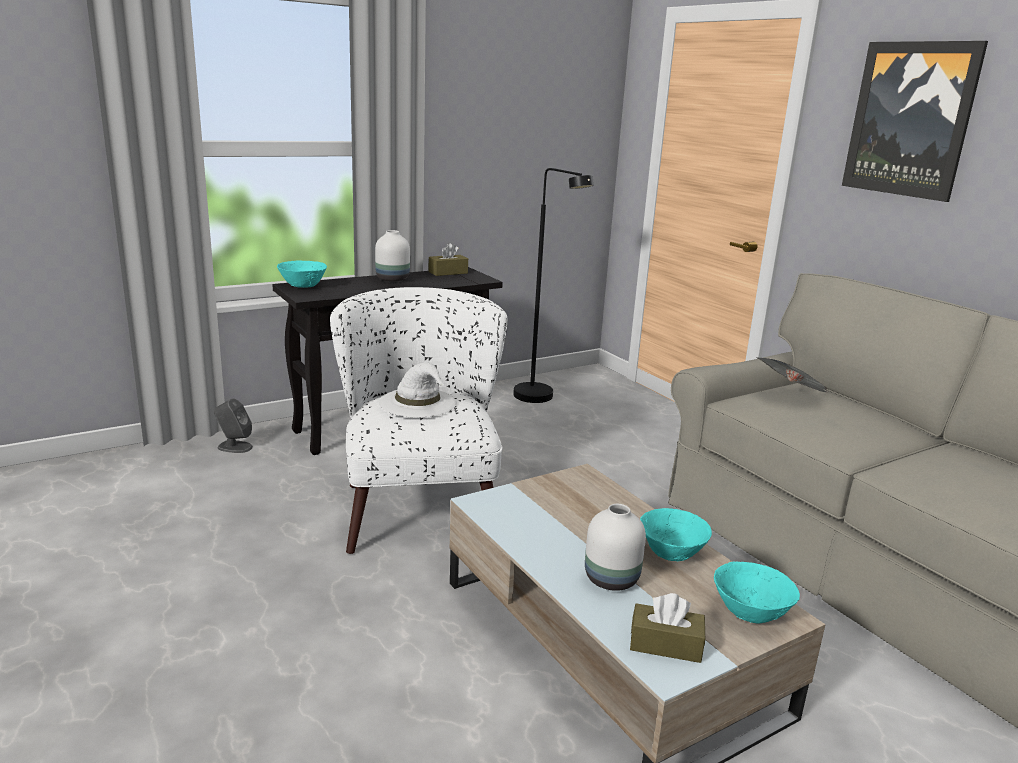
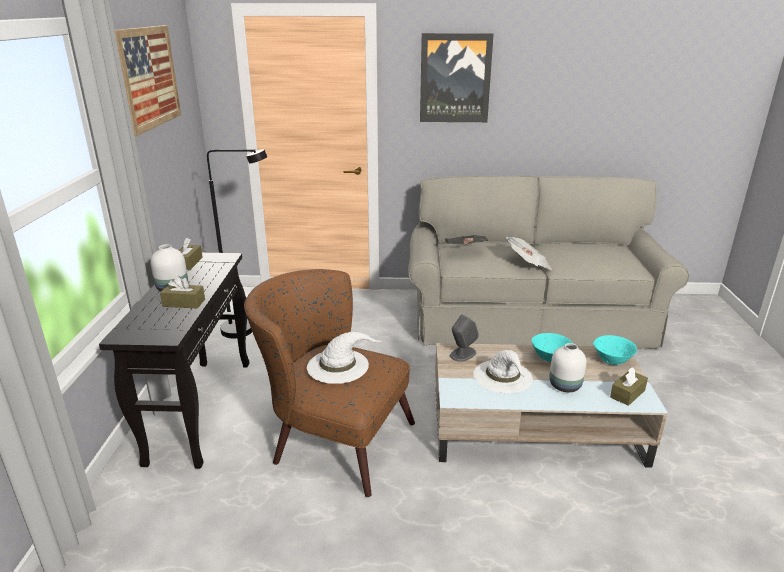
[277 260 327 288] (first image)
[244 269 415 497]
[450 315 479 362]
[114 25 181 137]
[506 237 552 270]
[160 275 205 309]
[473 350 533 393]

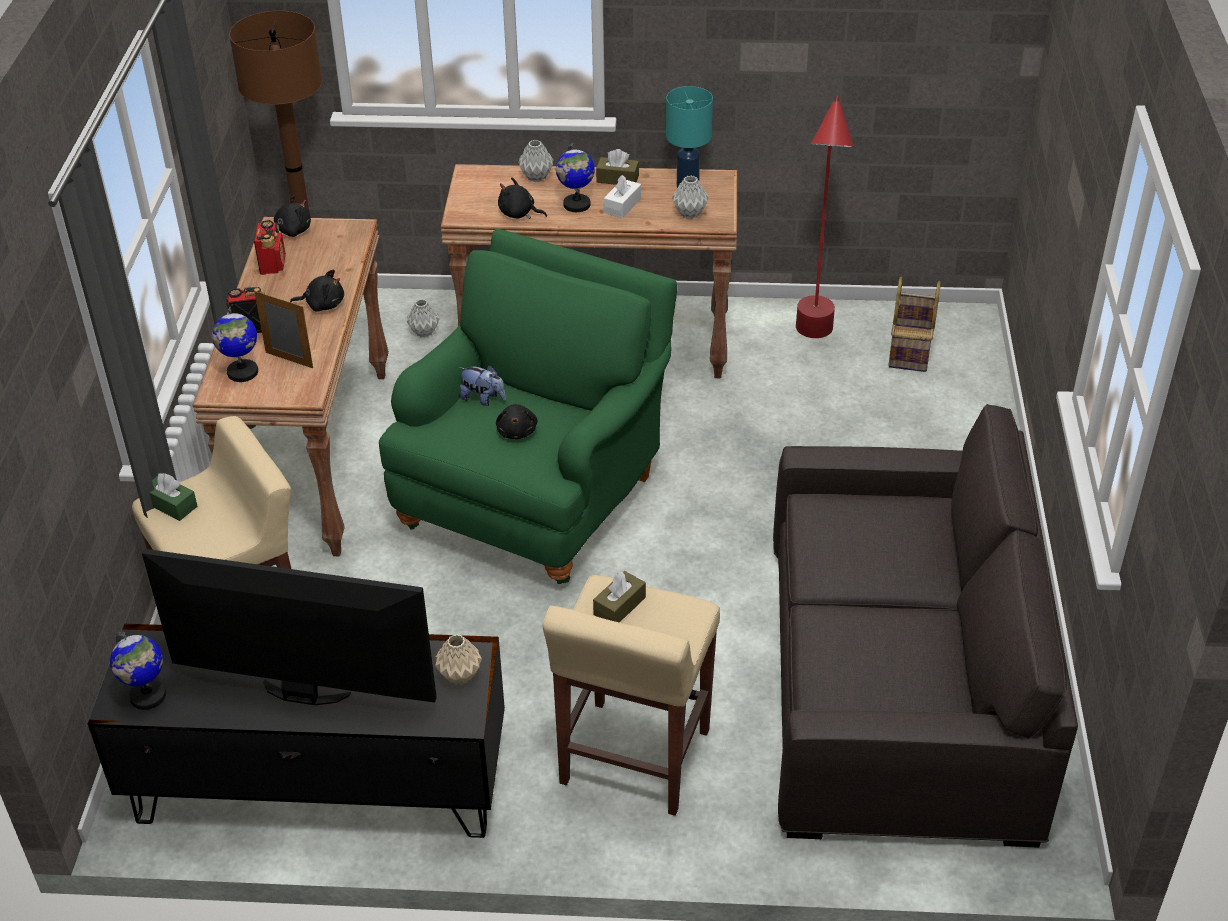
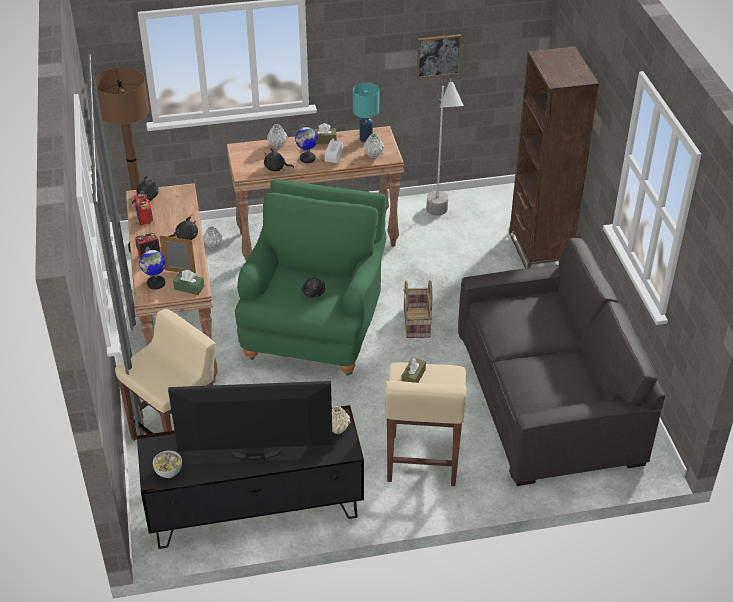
[426 79 464 216]
[404 280 432 338]
[459 366 506 406] (first image)
[173 270 204 295]
[153 450 182 478]
[417 34 462 79]
[509 46 599 269]

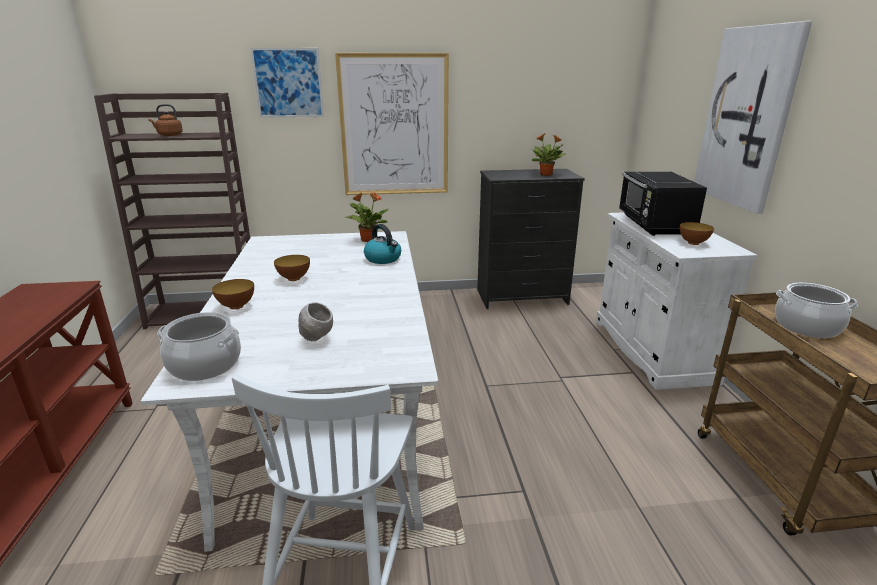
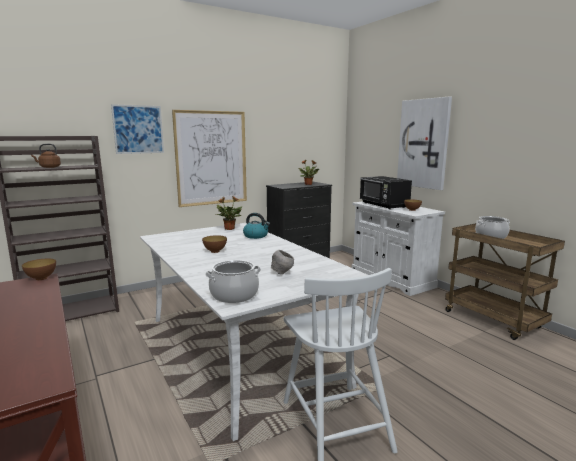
[22 258 56 280]

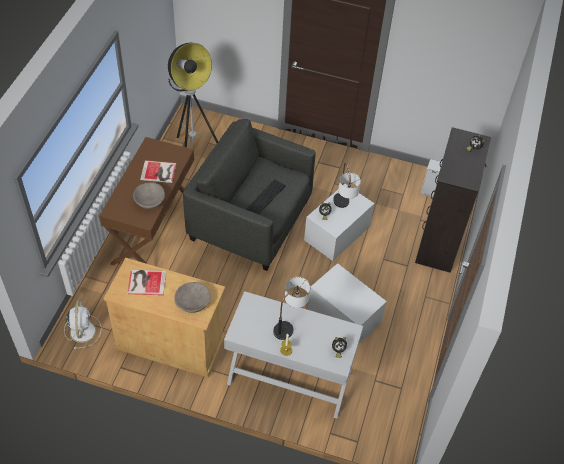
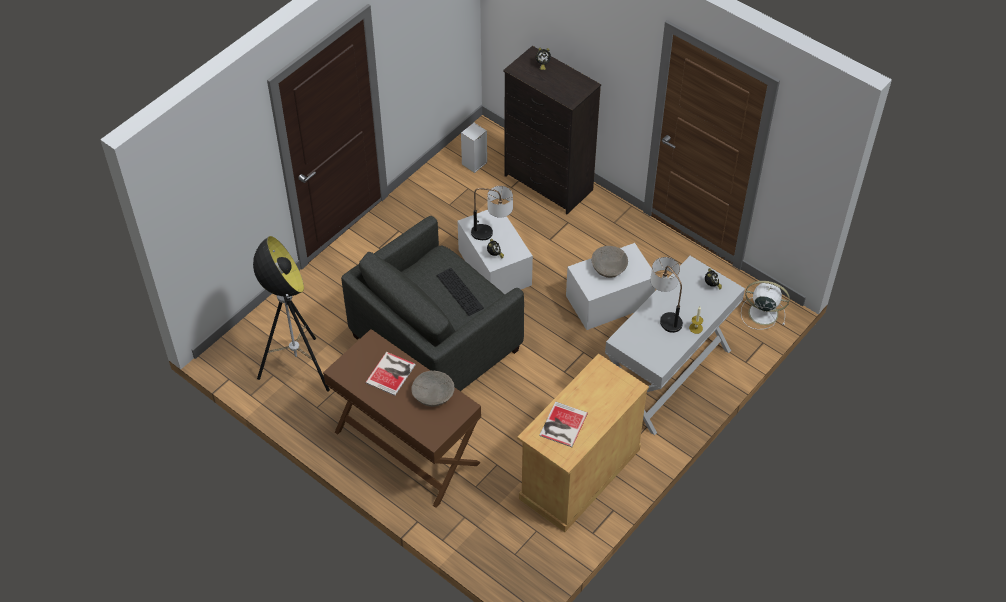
[592 246 628 278]
[741 281 790 330]

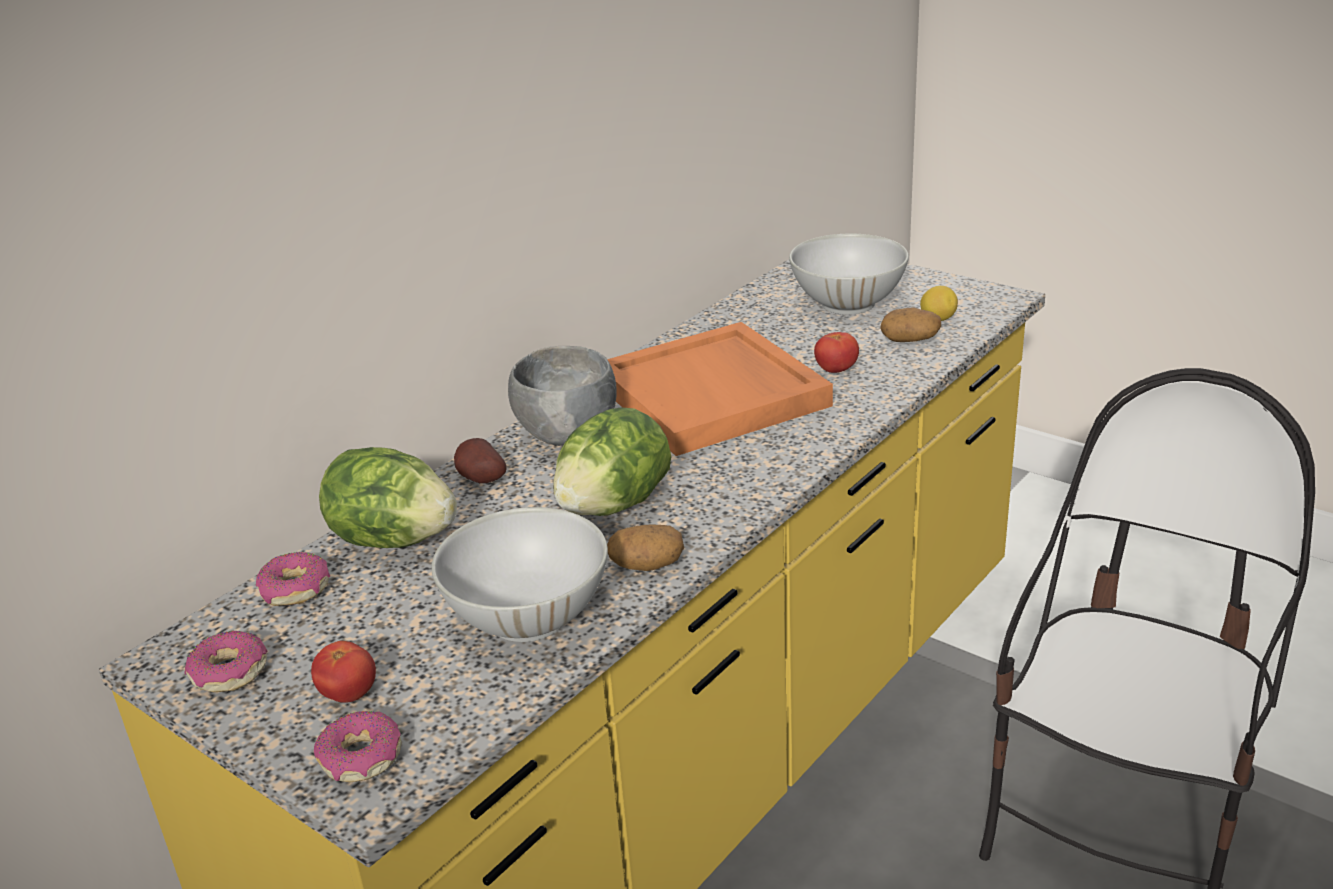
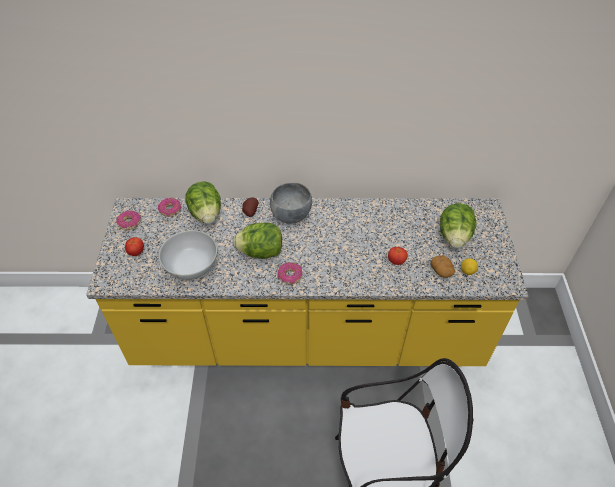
[440 203 476 248]
[607 322 833 456] (first image)
[607 525 684 571] (first image)
[277 262 302 284]

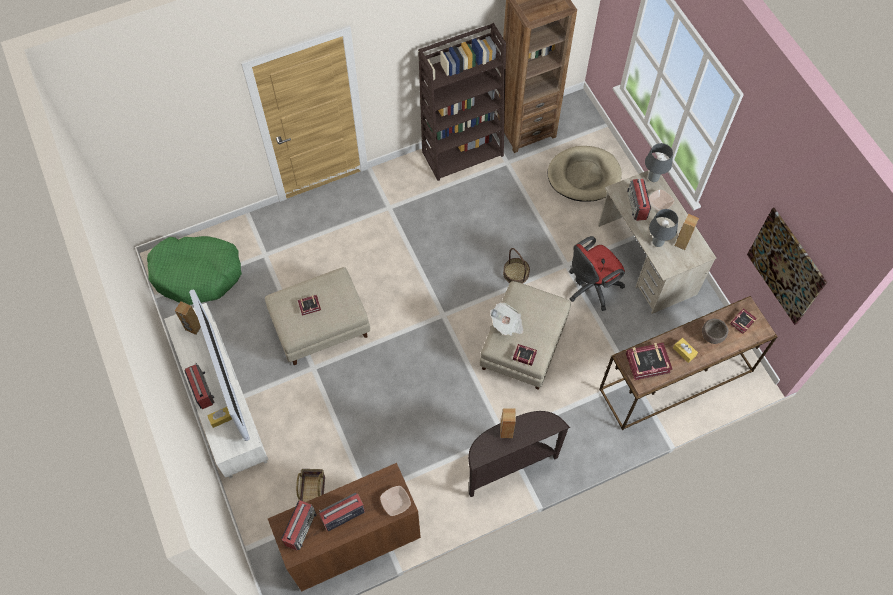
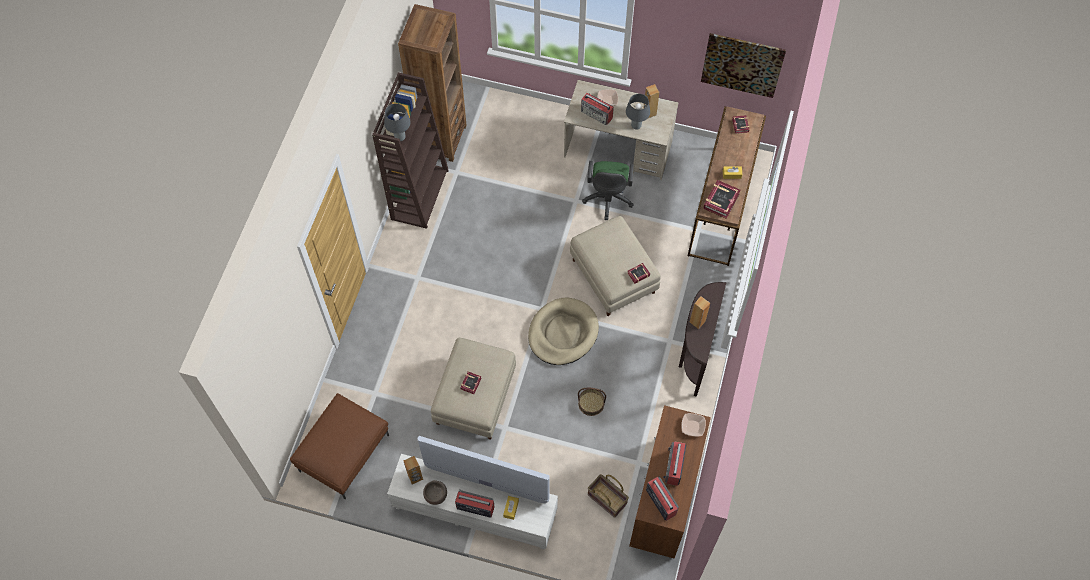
[384 103 411 141]
[528 297 599 365]
[290 393 389 499]
[582 161 634 220]
[578 388 606 416]
[490 303 523 336] (first image)
[423 480 447 505]

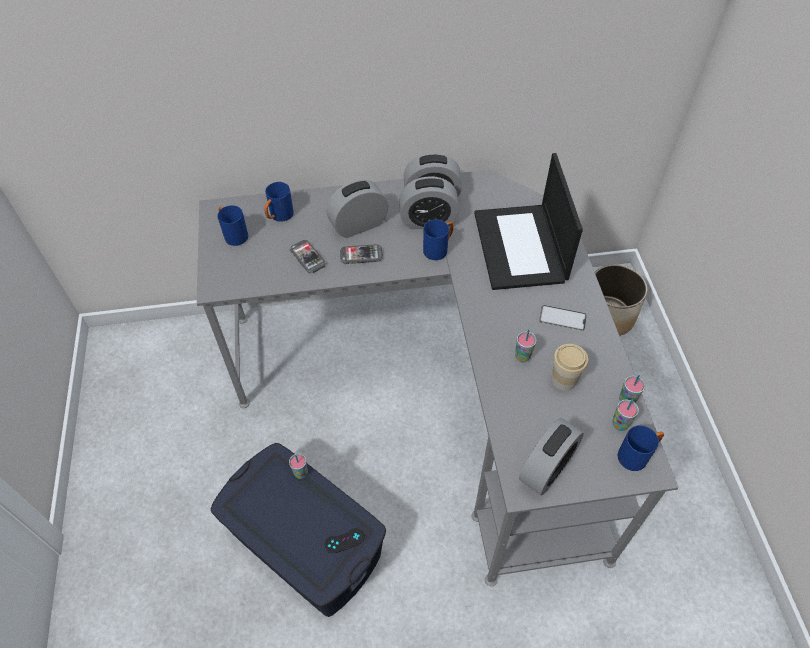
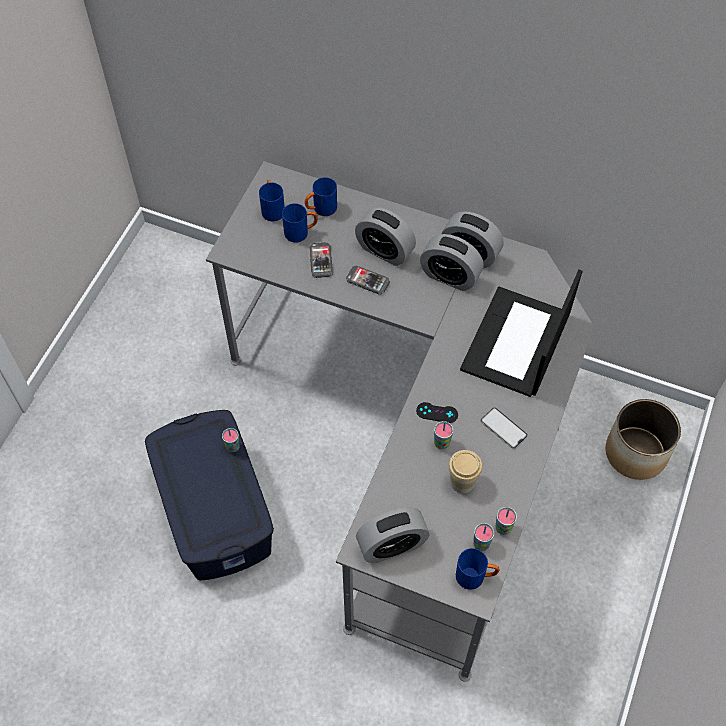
[355 208 416 266]
[282 203 318 243]
[416 402 458 423]

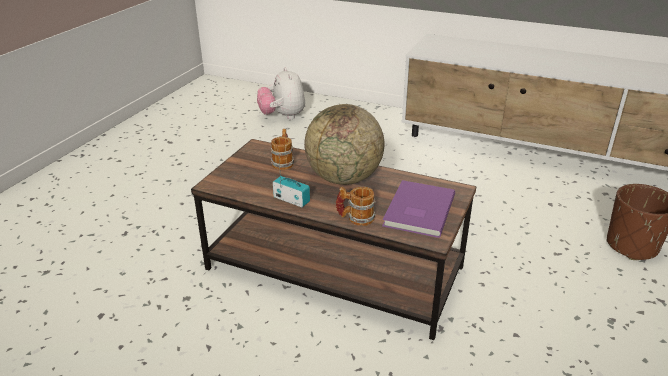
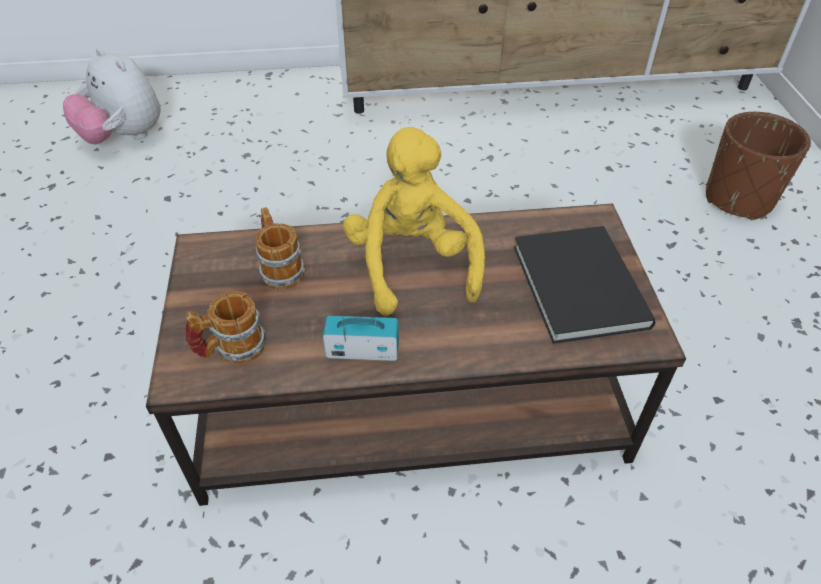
[343 127 485 316]
[514 226 656 344]
[185 291 265 364]

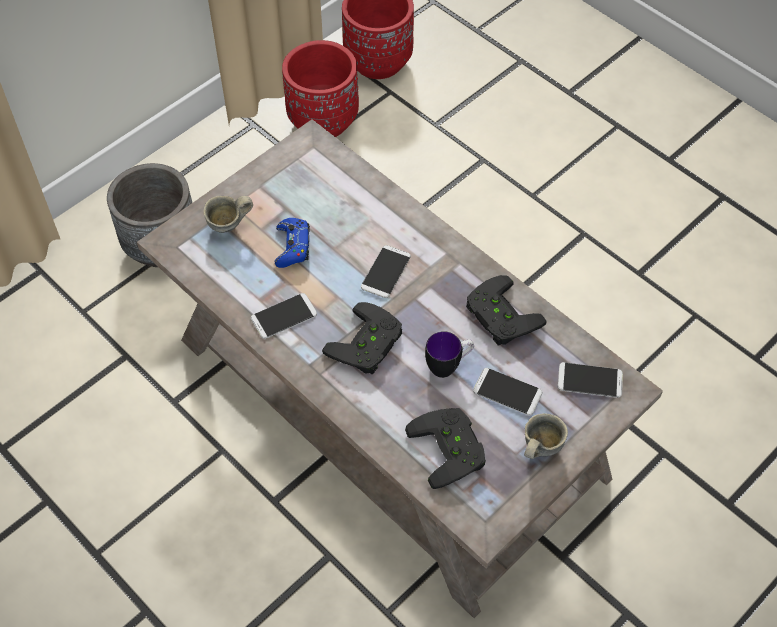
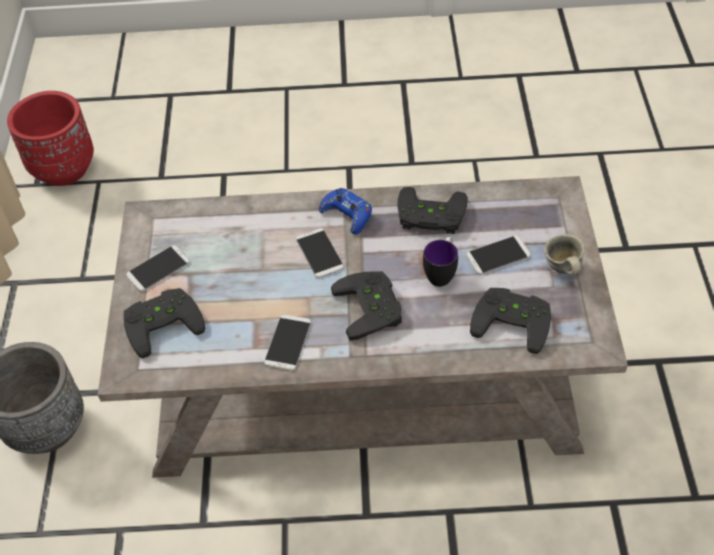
[282 40 359 137] (first image)
[124 288 205 358]
[319 188 372 234]
[126 245 190 291]

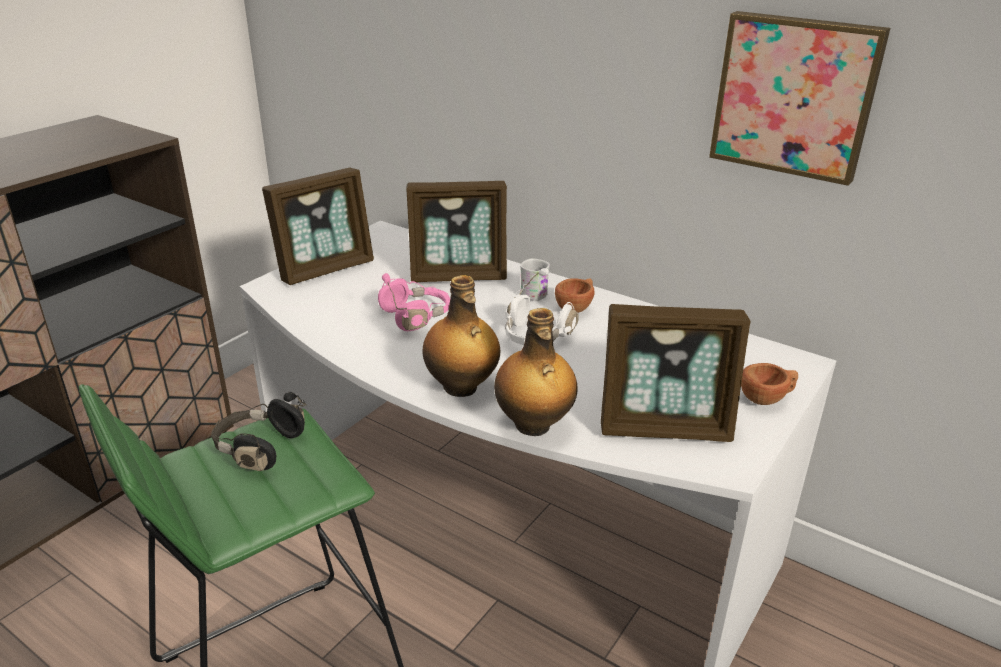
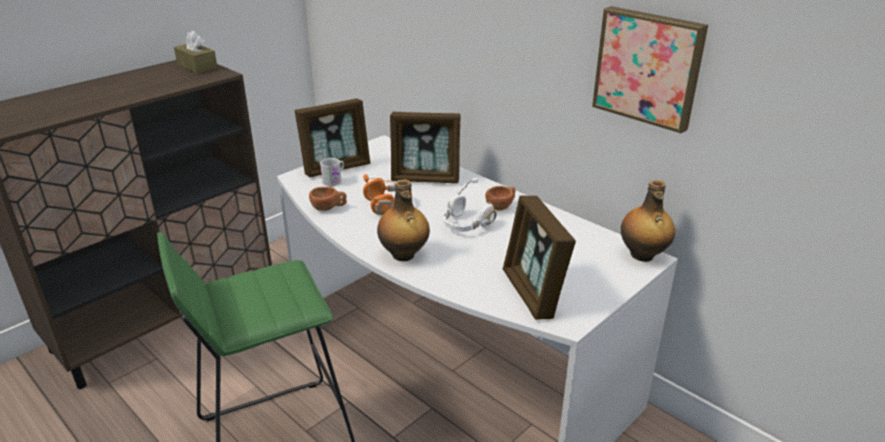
[320 158 344 187]
[363 174 412 215]
[503 196 576 320]
[621 180 675 262]
[309 187 347 211]
[211 392 307 471] (first image)
[174 31 218 74]

